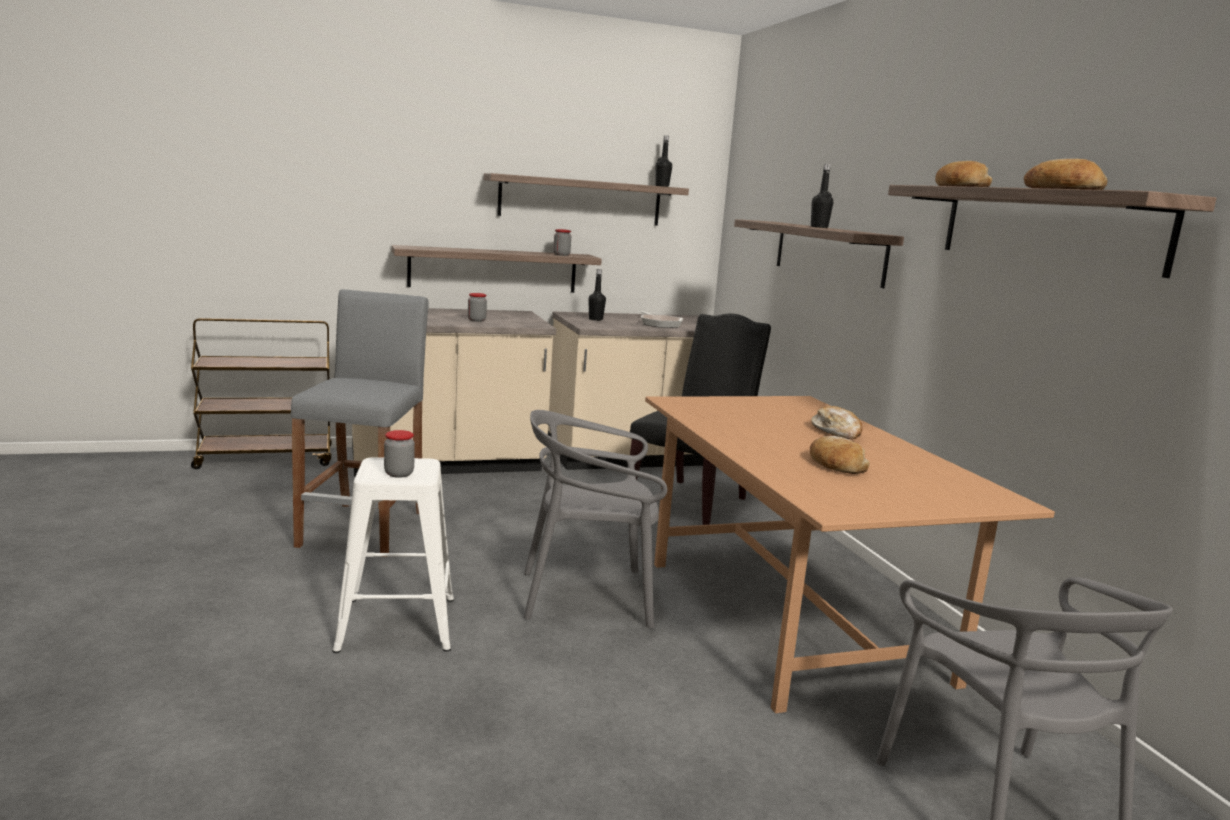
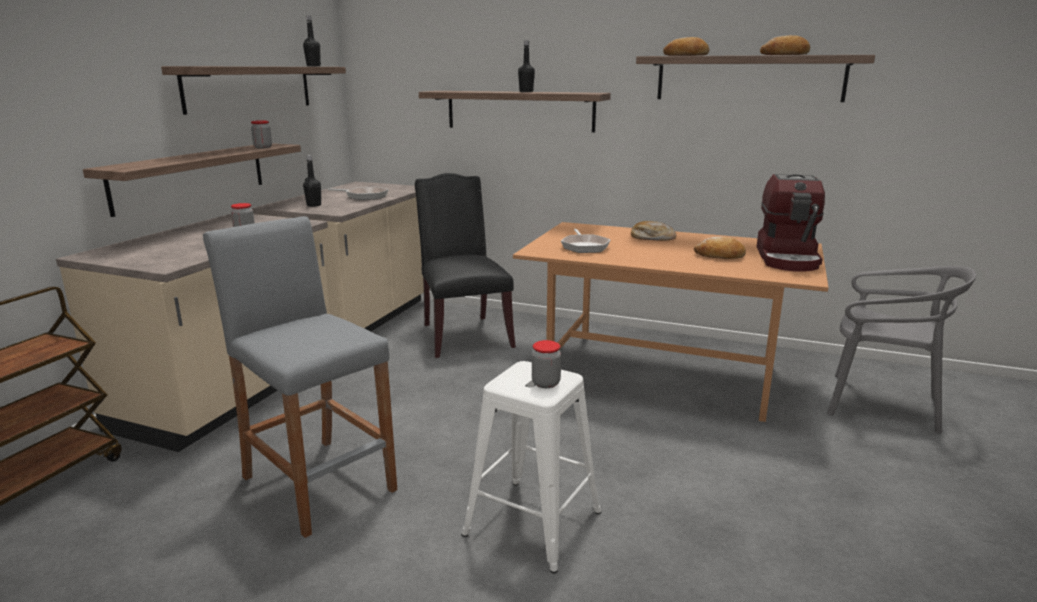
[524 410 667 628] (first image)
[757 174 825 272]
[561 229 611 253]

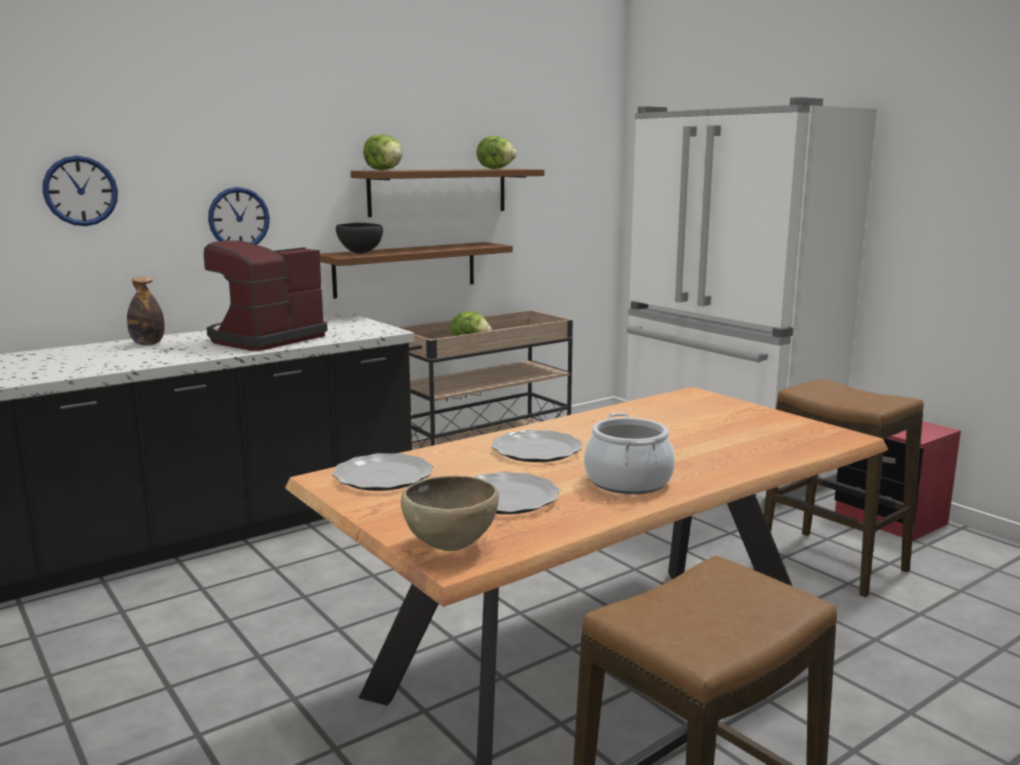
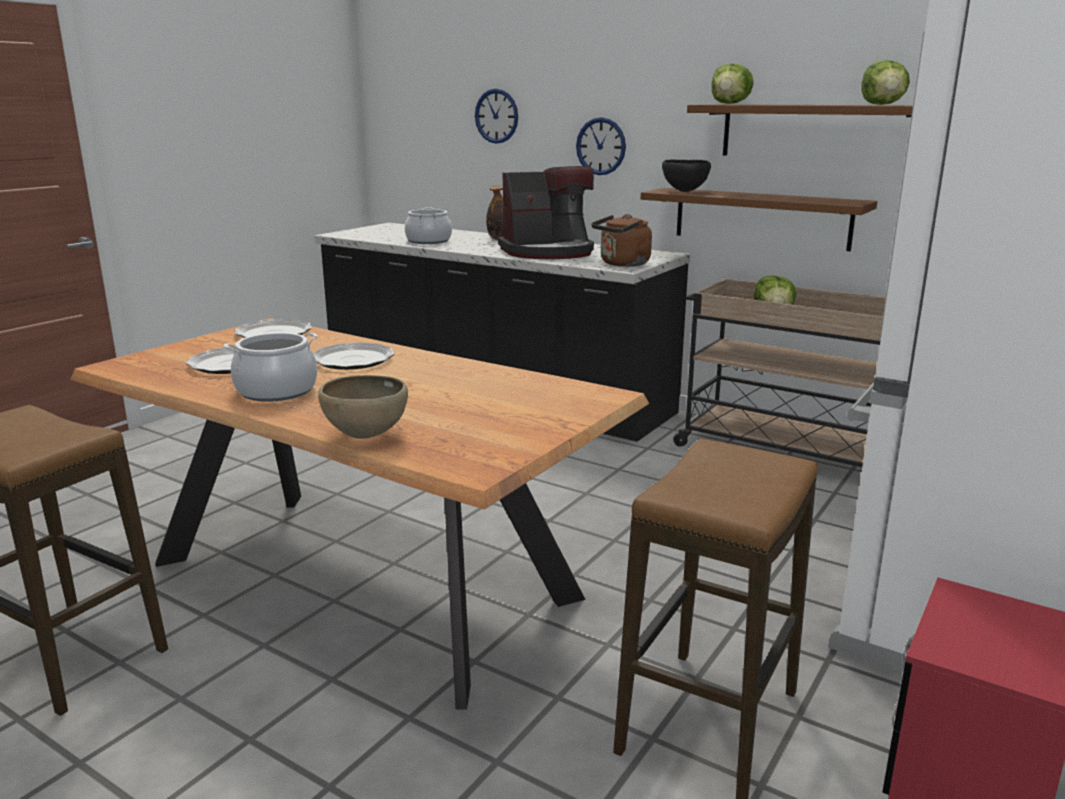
[498 166 594 259]
[318 375 408 439]
[405 207 452 244]
[591 214 652 267]

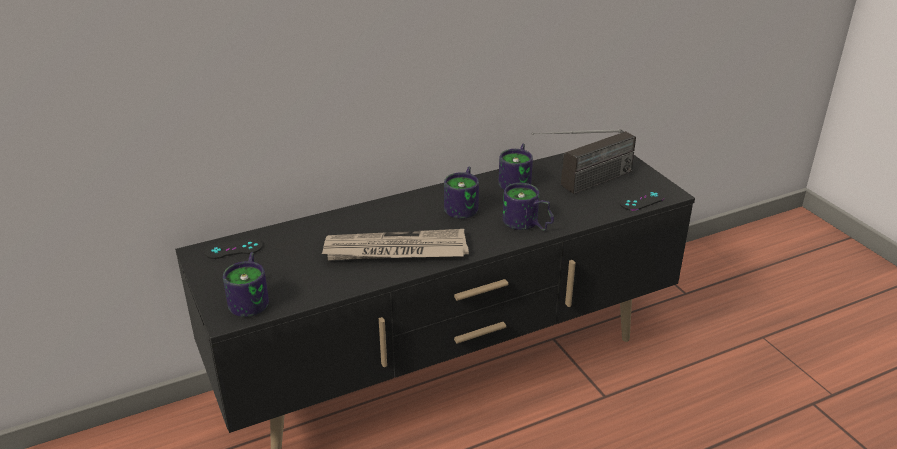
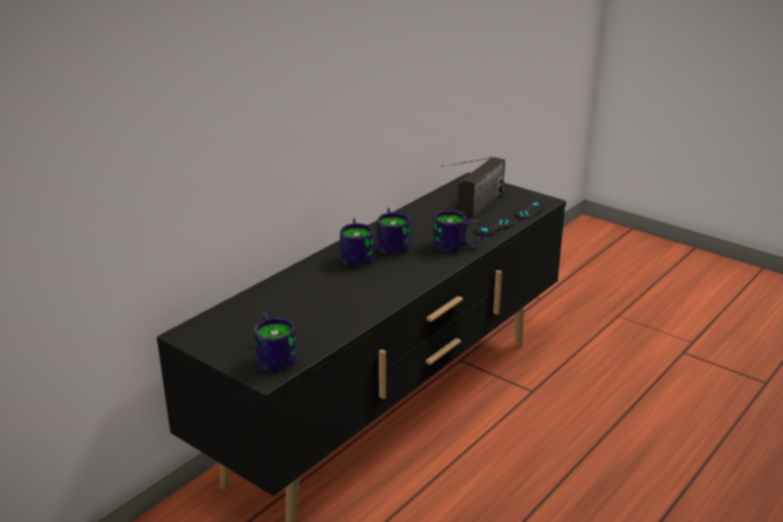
[340 218 373 267]
[322 229 469 260] (first image)
[474 218 514 236]

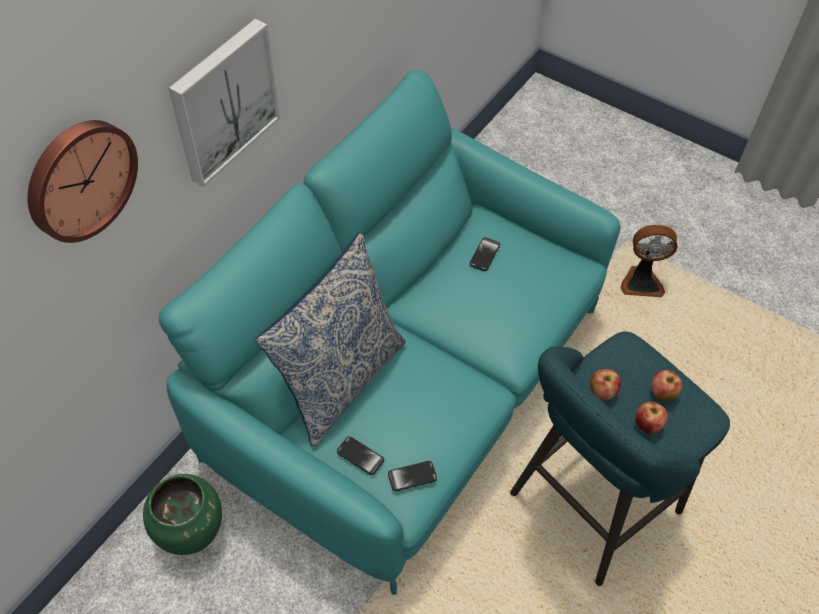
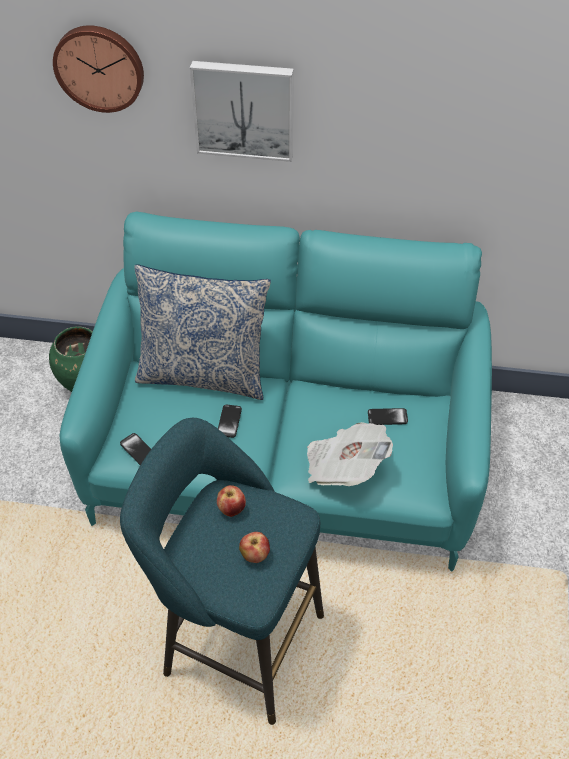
[621 225 678 297] (first image)
[635 402 668 434] (first image)
[218 405 242 438]
[307 422 393 486]

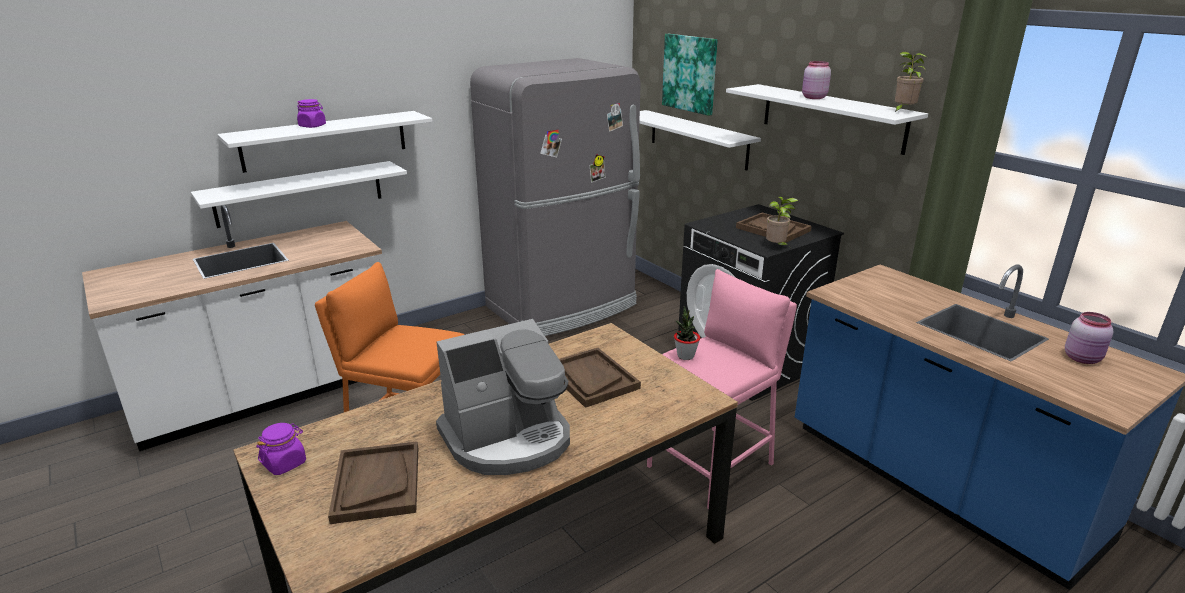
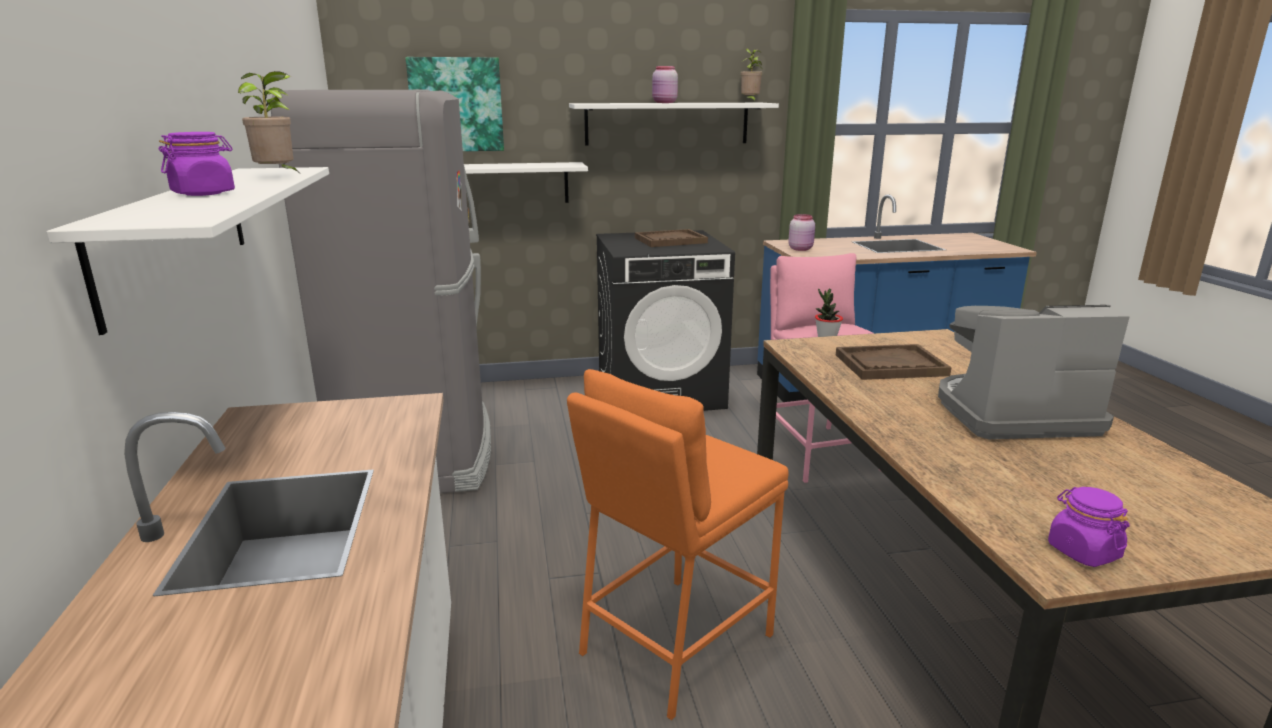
[191 161 407 228] (first image)
[238 71 302 175]
[788 214 815 251]
[938 305 1130 439]
[328 441 418 524] (first image)

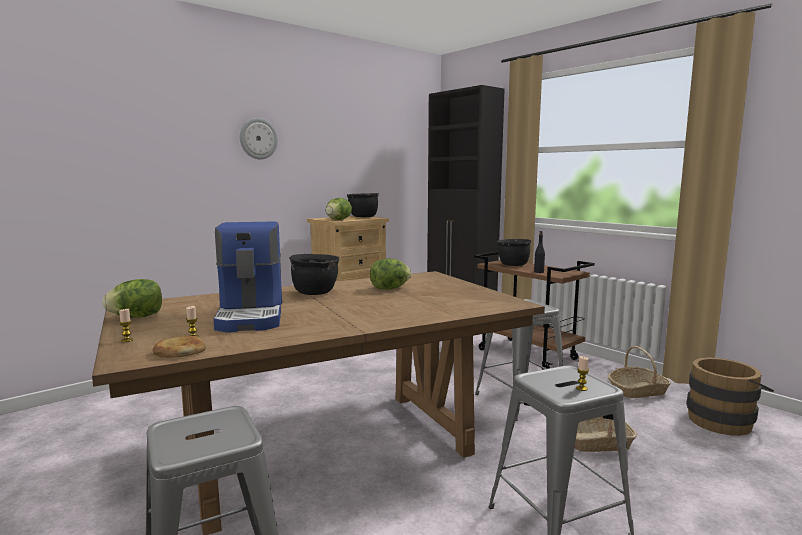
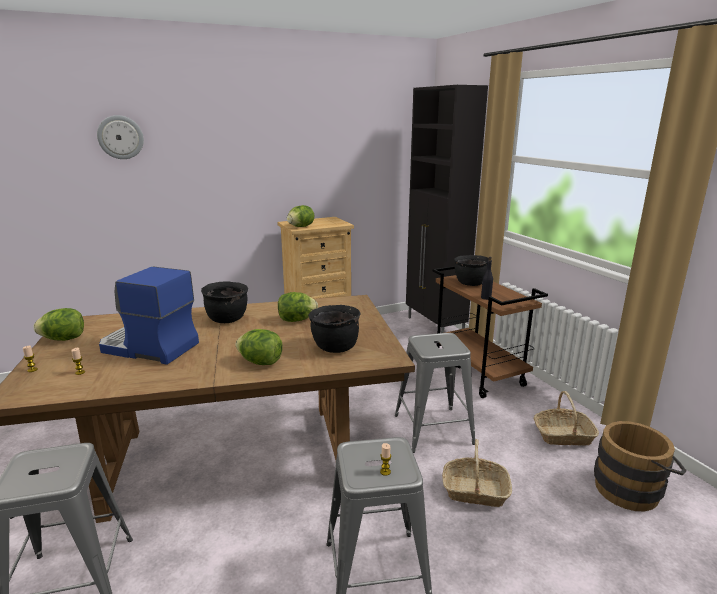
[97 115 144 159]
[308 305 360 353]
[99 267 199 365]
[152 336 206 358] (first image)
[236 329 283 365]

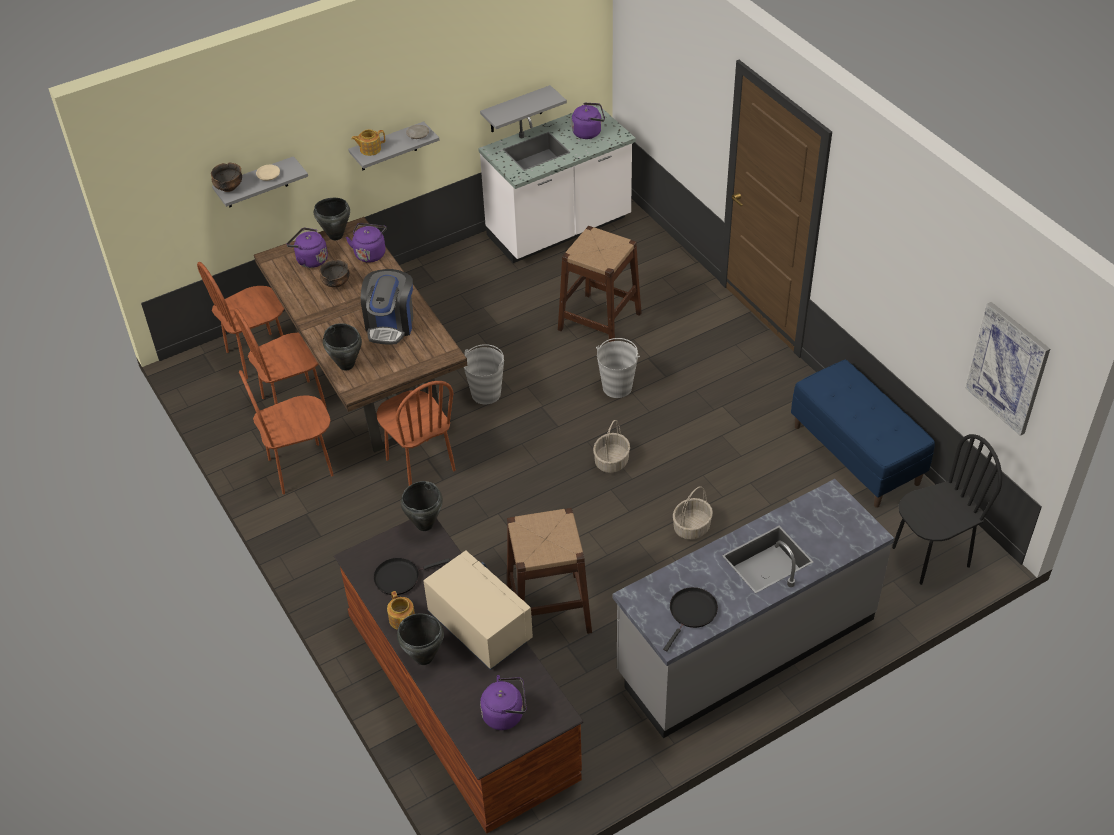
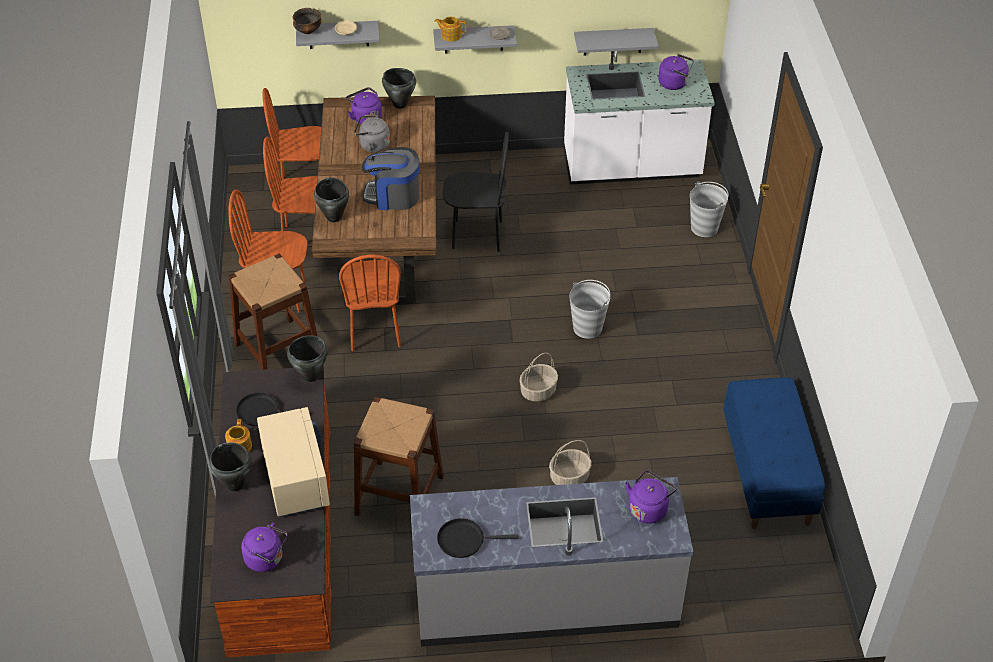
[625 470 677 524]
[229 254 318 370]
[354 115 390 153]
[362 147 420 210]
[966 302 1050 436] (first image)
[690 181 729 237]
[443 132 509 252]
[437 518 518 558]

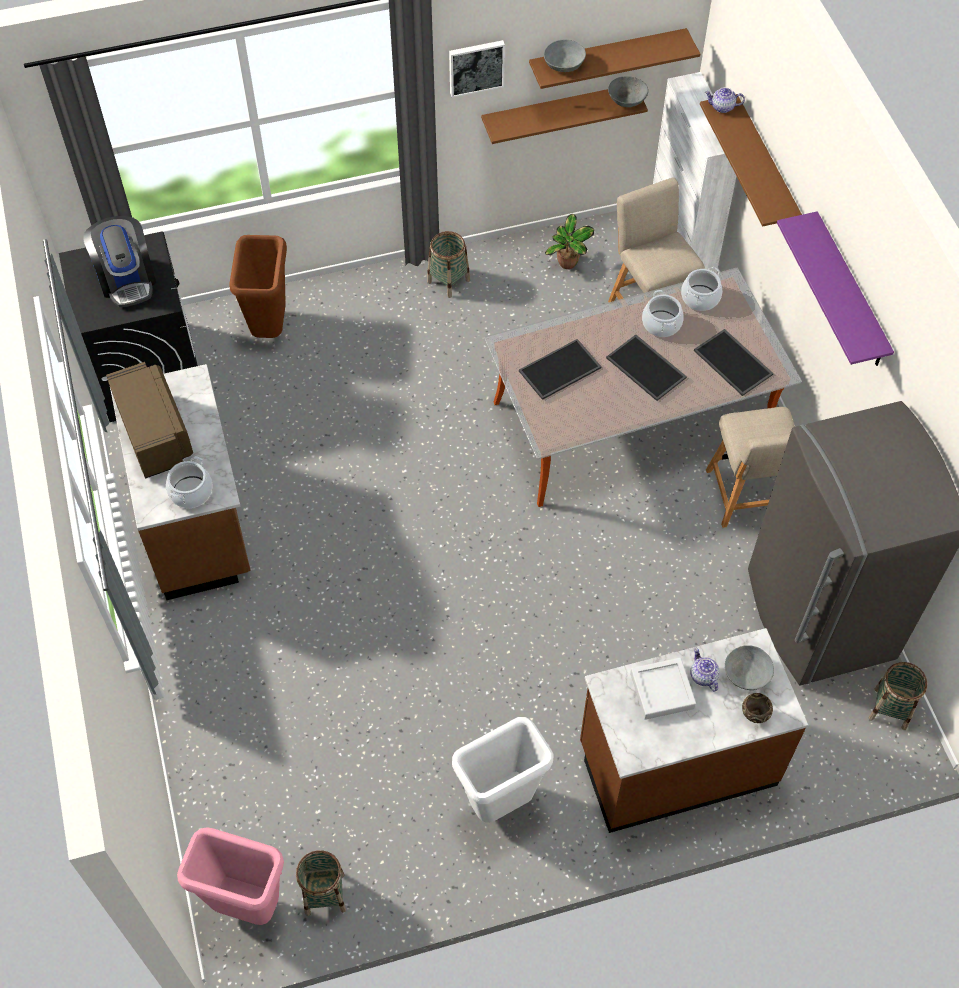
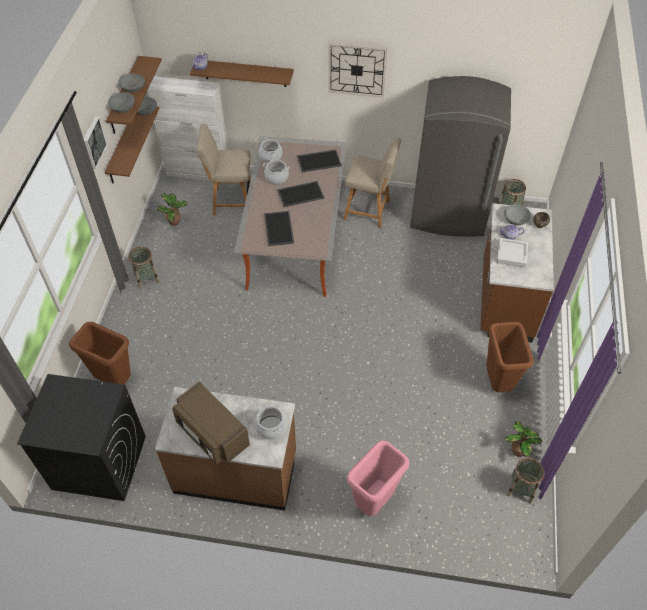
[328 42 387 98]
[83 216 156 307] (first image)
[172 382 250 464]
[486 322 534 392]
[347 440 409 516]
[118 73 145 93]
[505 421 543 457]

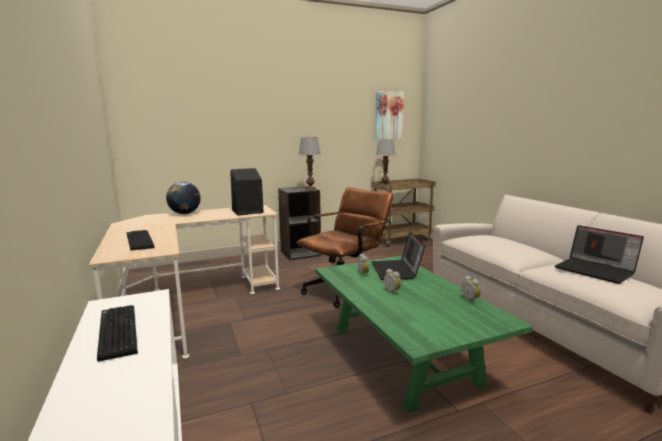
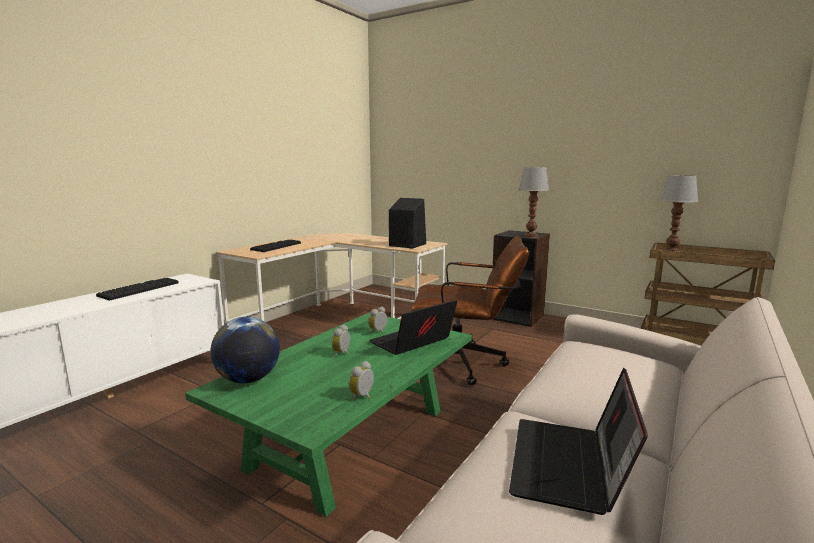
[375 91 404 140] (first image)
[210 317 280 383]

